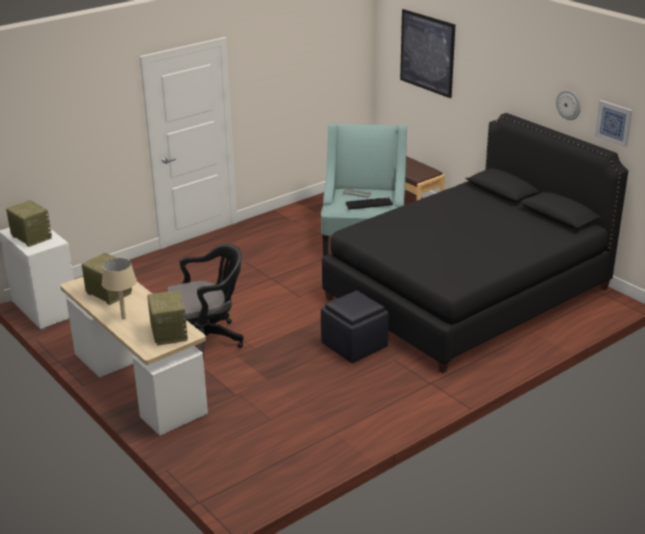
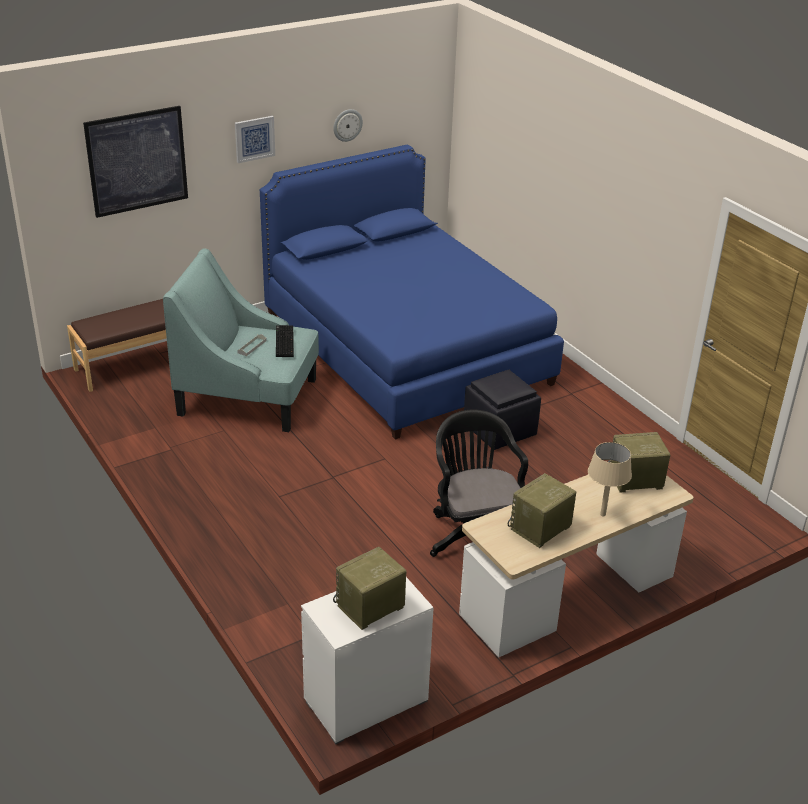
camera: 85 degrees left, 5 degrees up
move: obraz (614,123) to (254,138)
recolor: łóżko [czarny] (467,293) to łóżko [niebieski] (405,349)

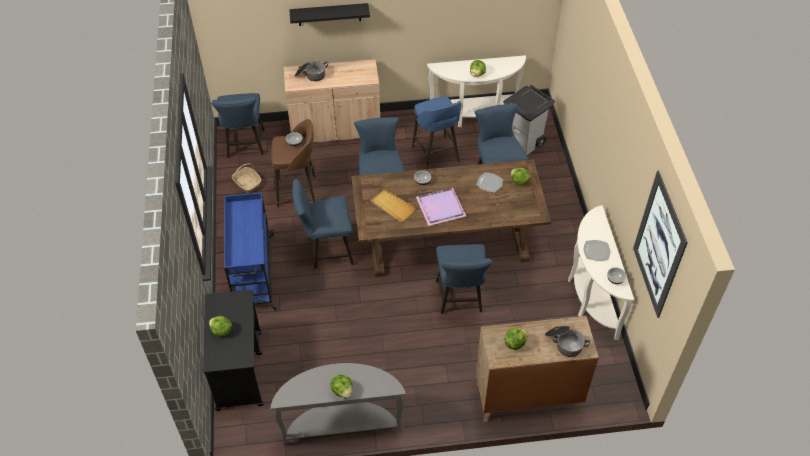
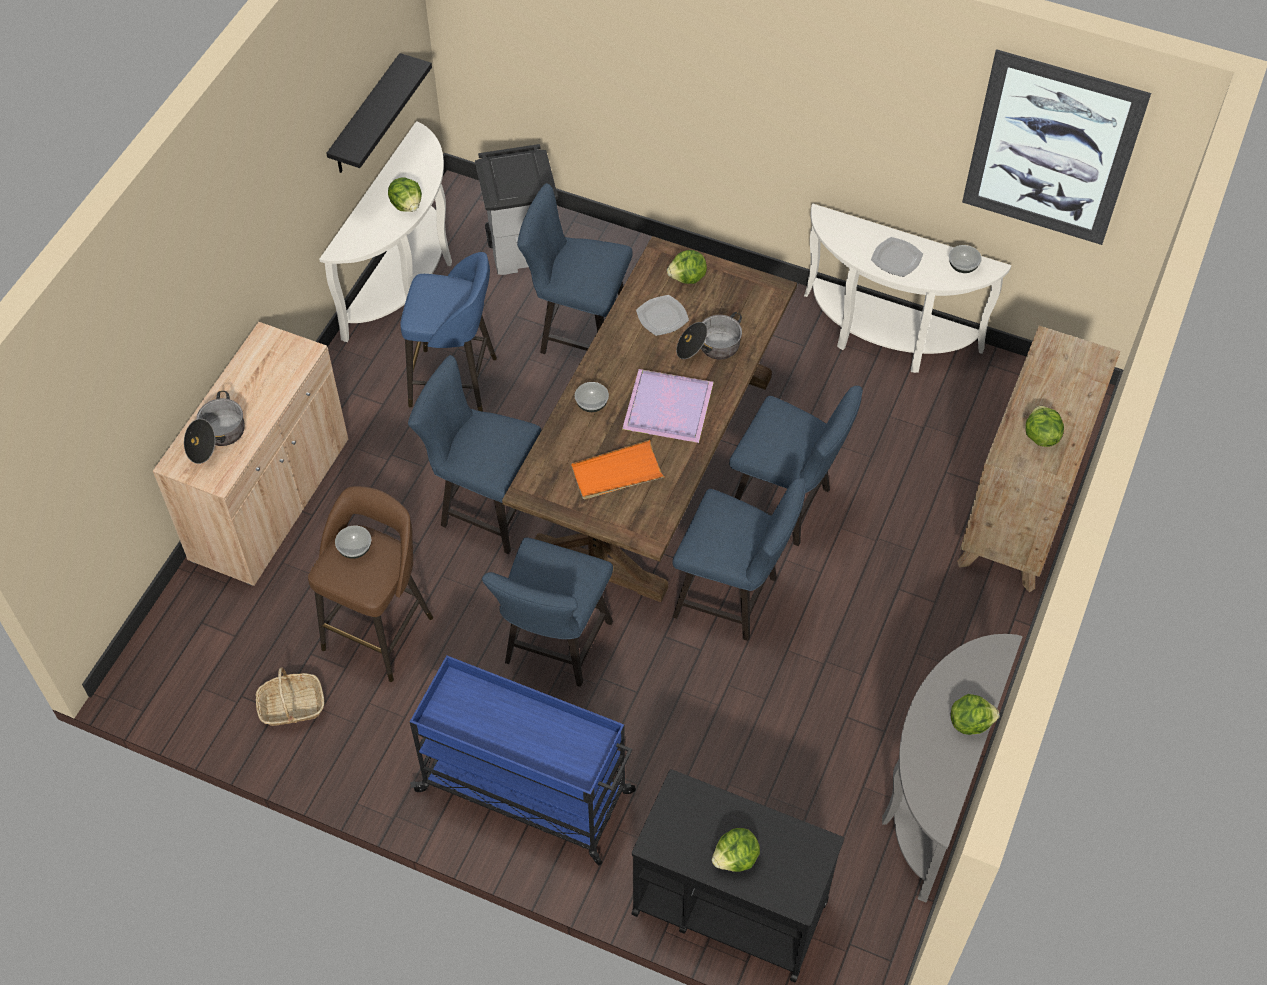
camera: 60 degrees left, 5 degrees up
move: krzesło [niebieski] (245,146) to (733,598); półka [czarny] (329,14) to (366,117); garnek (564,343) to (709,347)
recolor: taca [beżowy] (392,206) to taca [pomarańczowy] (616,473)

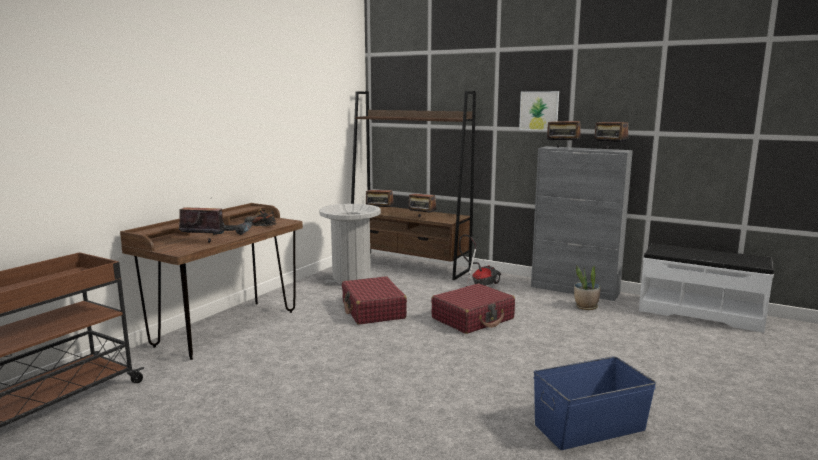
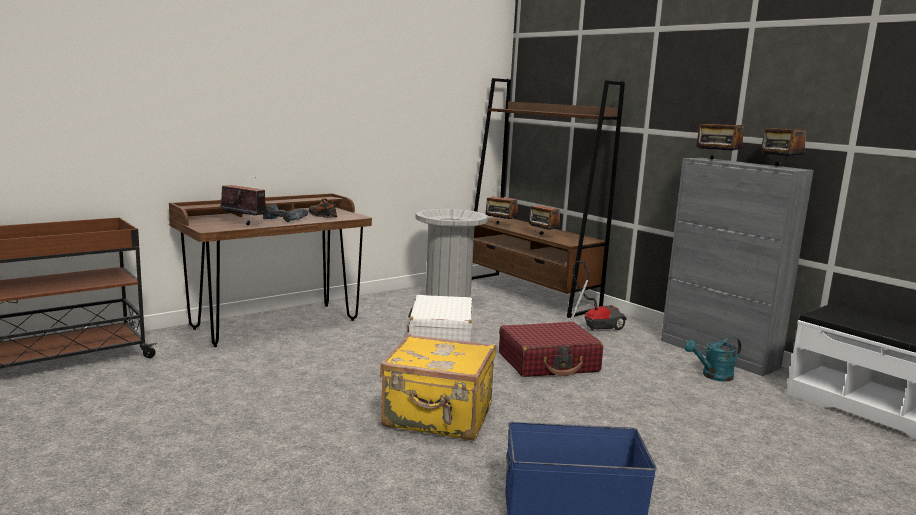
camera: 20 degrees right, 0 degrees up
delete: obraz (539,111)
insert: walizka [żółty] (438,418)
replace: roślina doniczkowa (586,307) to konewka [turkusowy] (712,376)
recolor: walizka [czerwony] (373,310) to walizka [biały] (441,333)

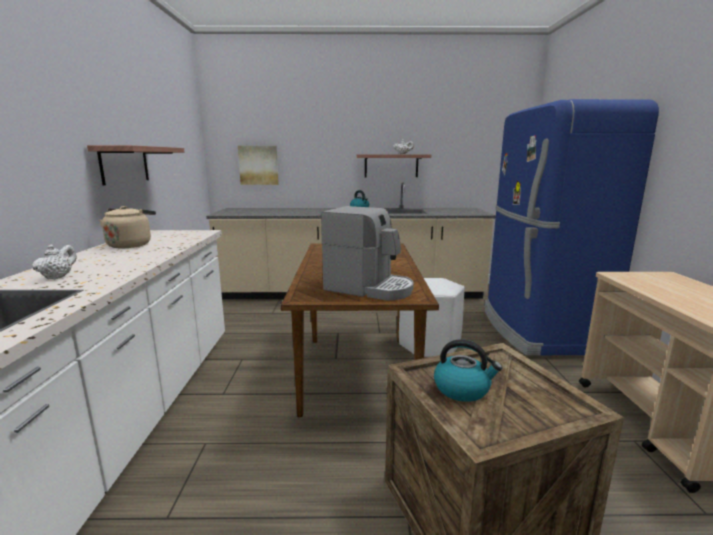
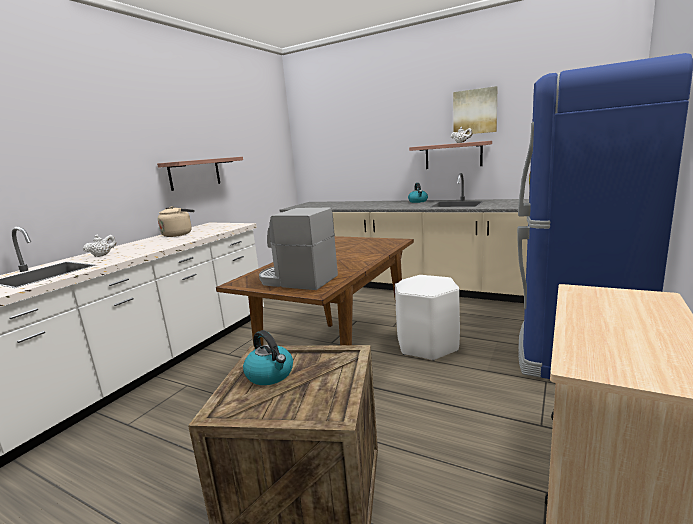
camera: 30 degrees right, 0 degrees up
move: obraz (258,165) to (475,111)
rotate: ekspres do kawy (369,288) = (297,280) 150 degrees clockwise

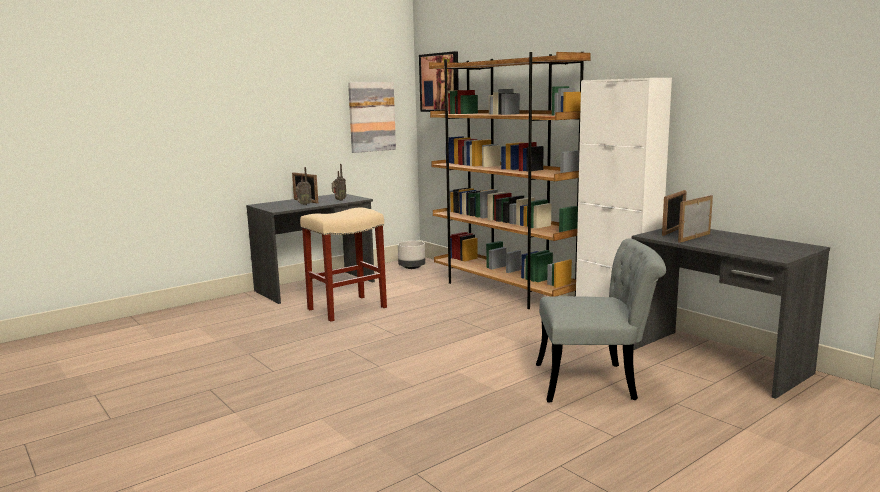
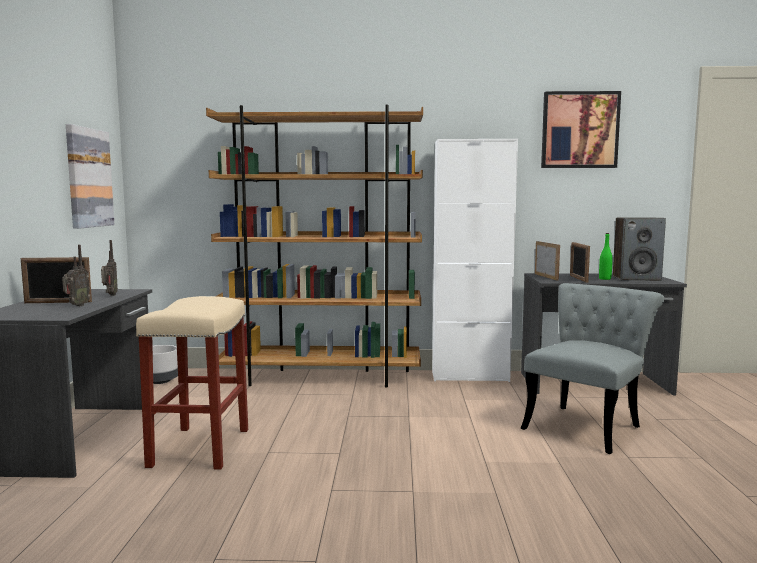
camera: 50 degrees left, 5 degrees down
insert: butelka [zielony] (605,279); głośnik (636,278)
move: obraz (440,82) to (579,130)

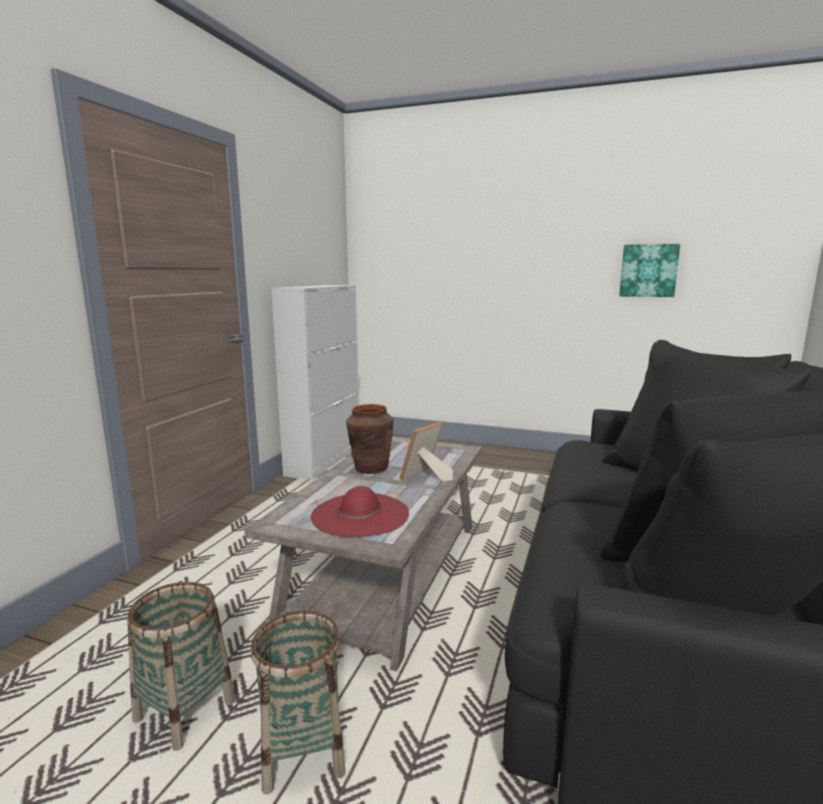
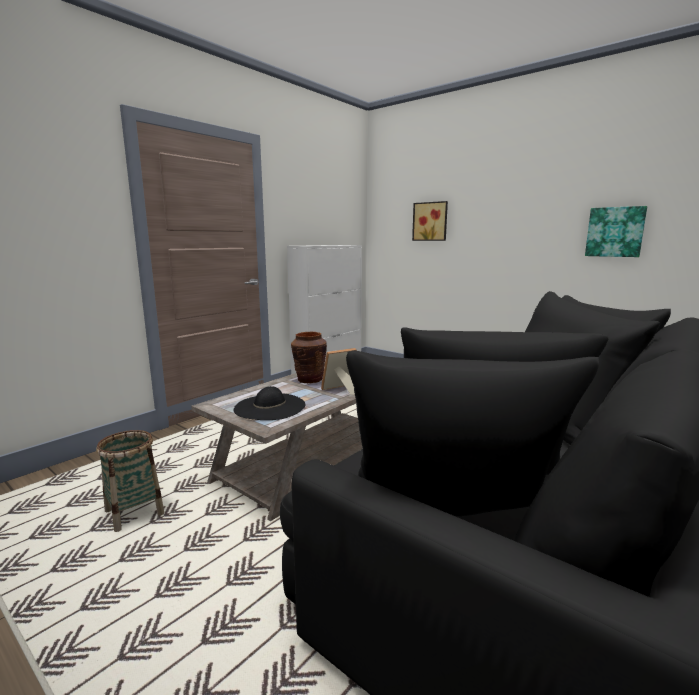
camera: 20 degrees right, 0 degrees up
delete: koszyk (302,752)
insert: obraz (430,221)
recolor: kapelusz [czerwony] (360,514) to kapelusz [czarny] (270,407)

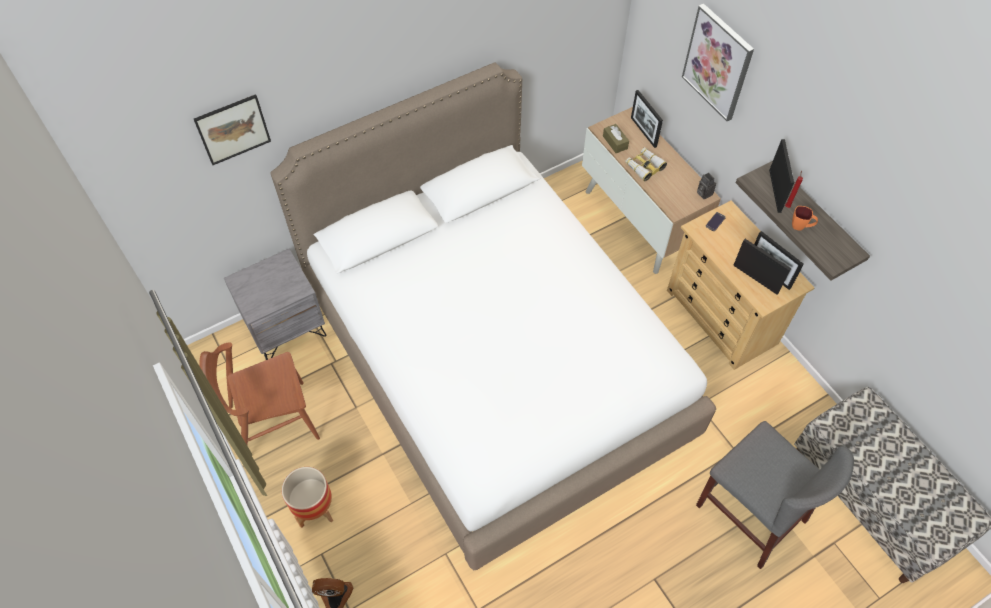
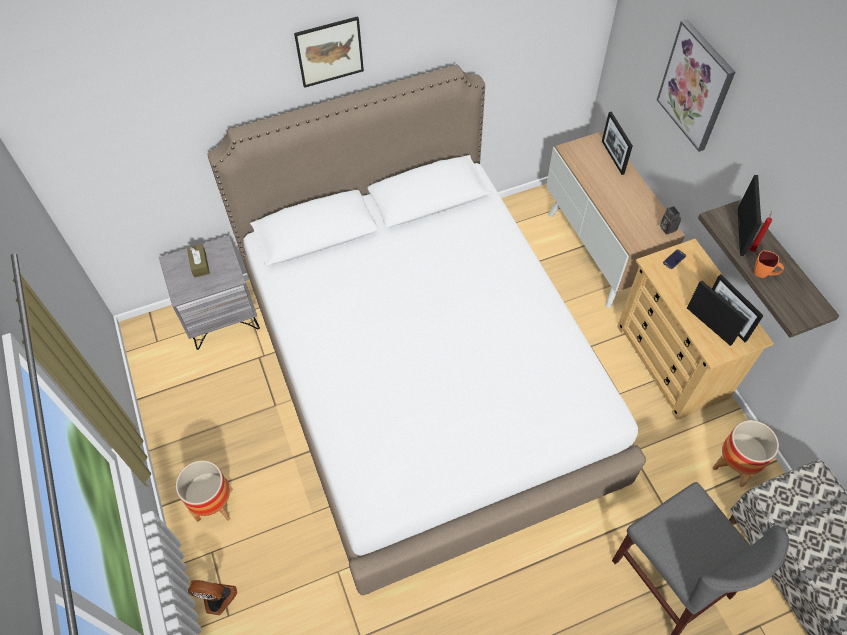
camera: 10 degrees right, 0 degrees up
delete: krzesło [brązowy] (273,422); lornetka (644,167)
insert: donica (734,466)
move: obraz (233,129) to (329,51); pudełko chusteczek [brązowy] (615,142) to (200,264)

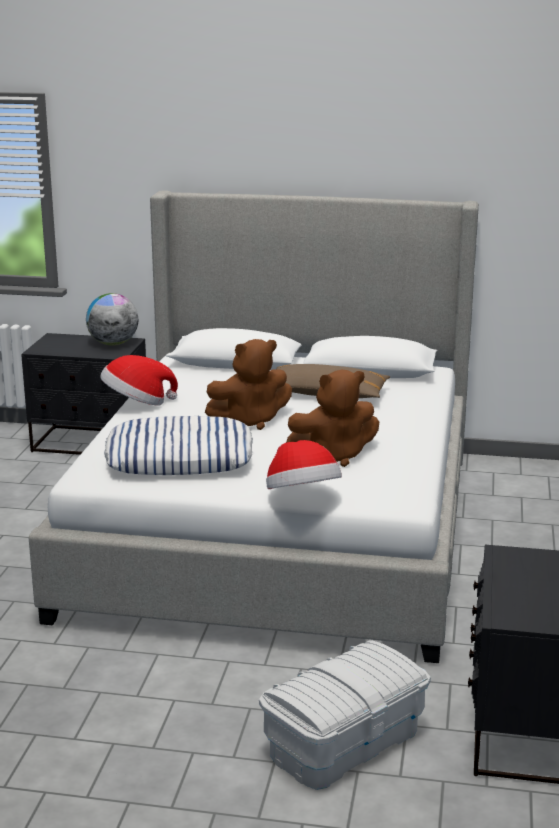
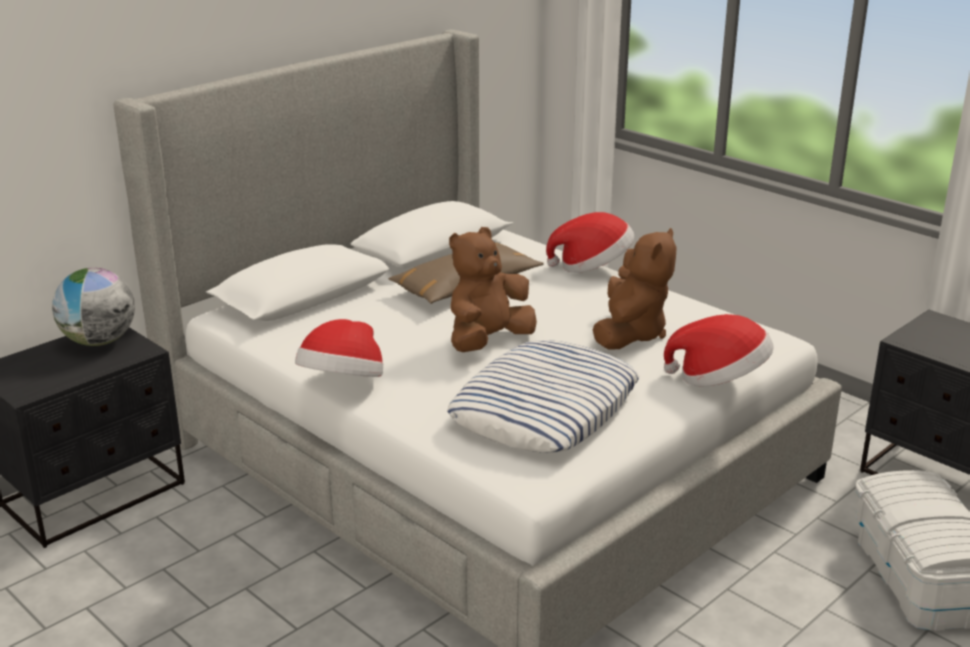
camera: 55 degrees left, 5 degrees up
insert: kapelusz (592,267)
rotate: pluszak [brązowy] (250,420) = (488,341) 150 degrees counterclockwise

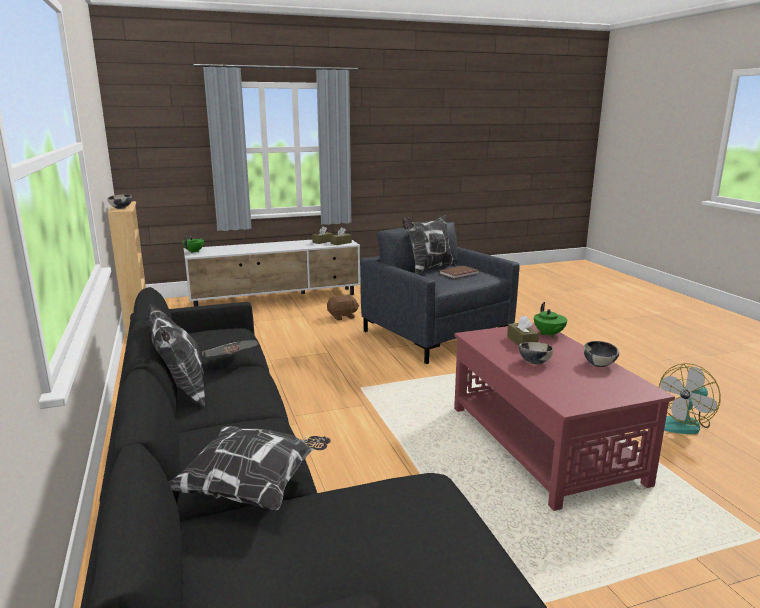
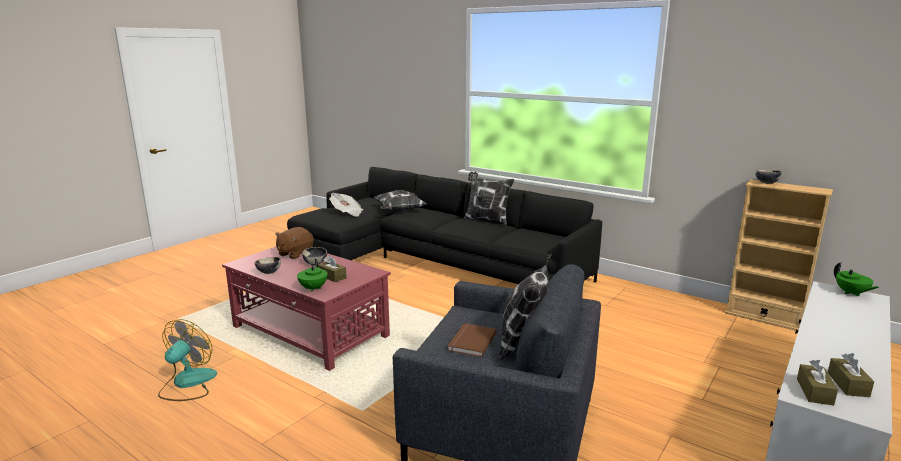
camera: 145 degrees right, 0 degrees up
move: gazeta (231,363) to (347,213); pluszak [brązowy] (342,317) to (295,254)
rotate: imbryk [zielony] (548,334) = (313,288) 135 degrees counterclockwise

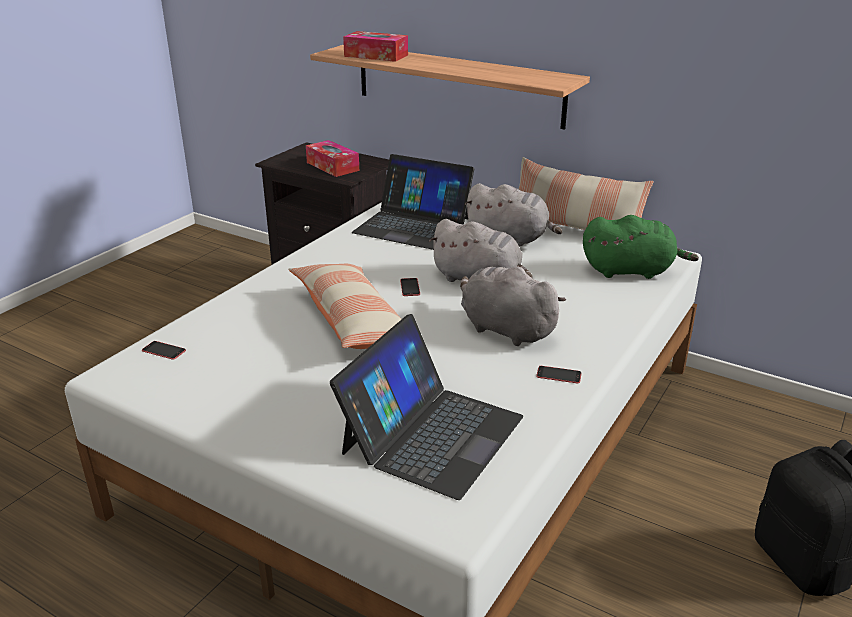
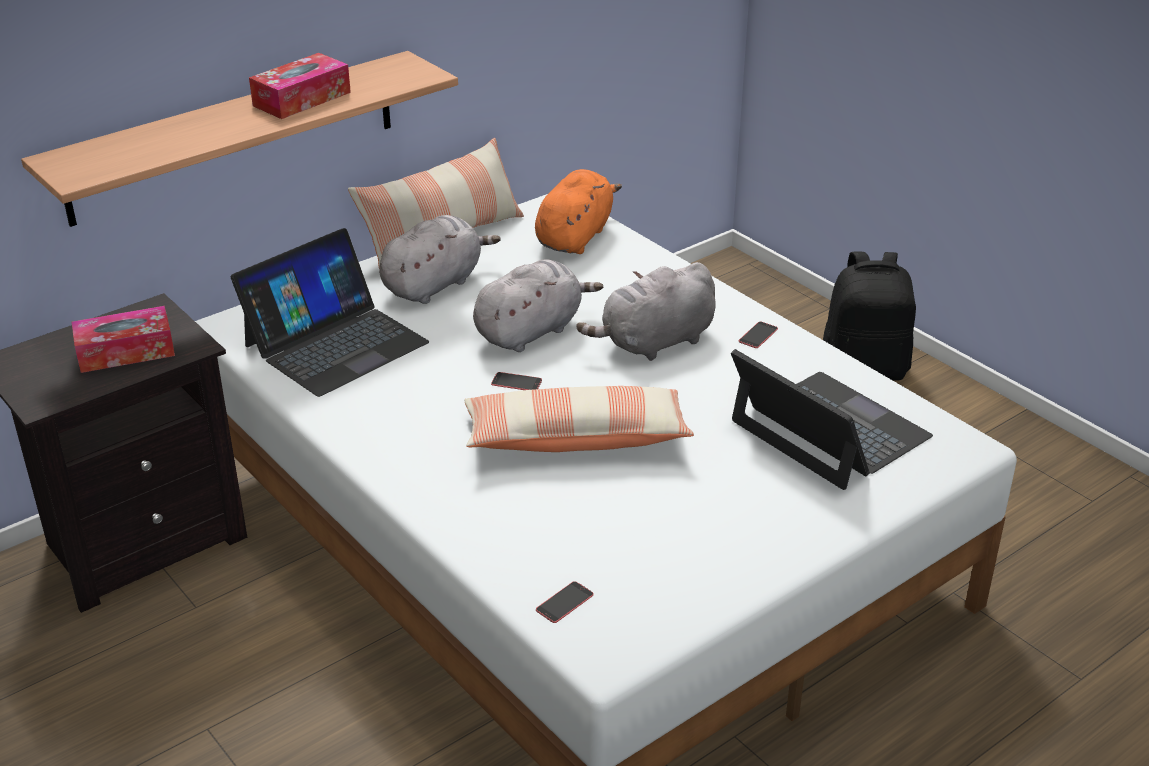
camera: 70 degrees left, 5 degrees up
move: pudełko chusteczek (376,56) to (302,99)
recolor: pluszak [zielony] (631,271) to pluszak [pomarańczowy] (575,236)

